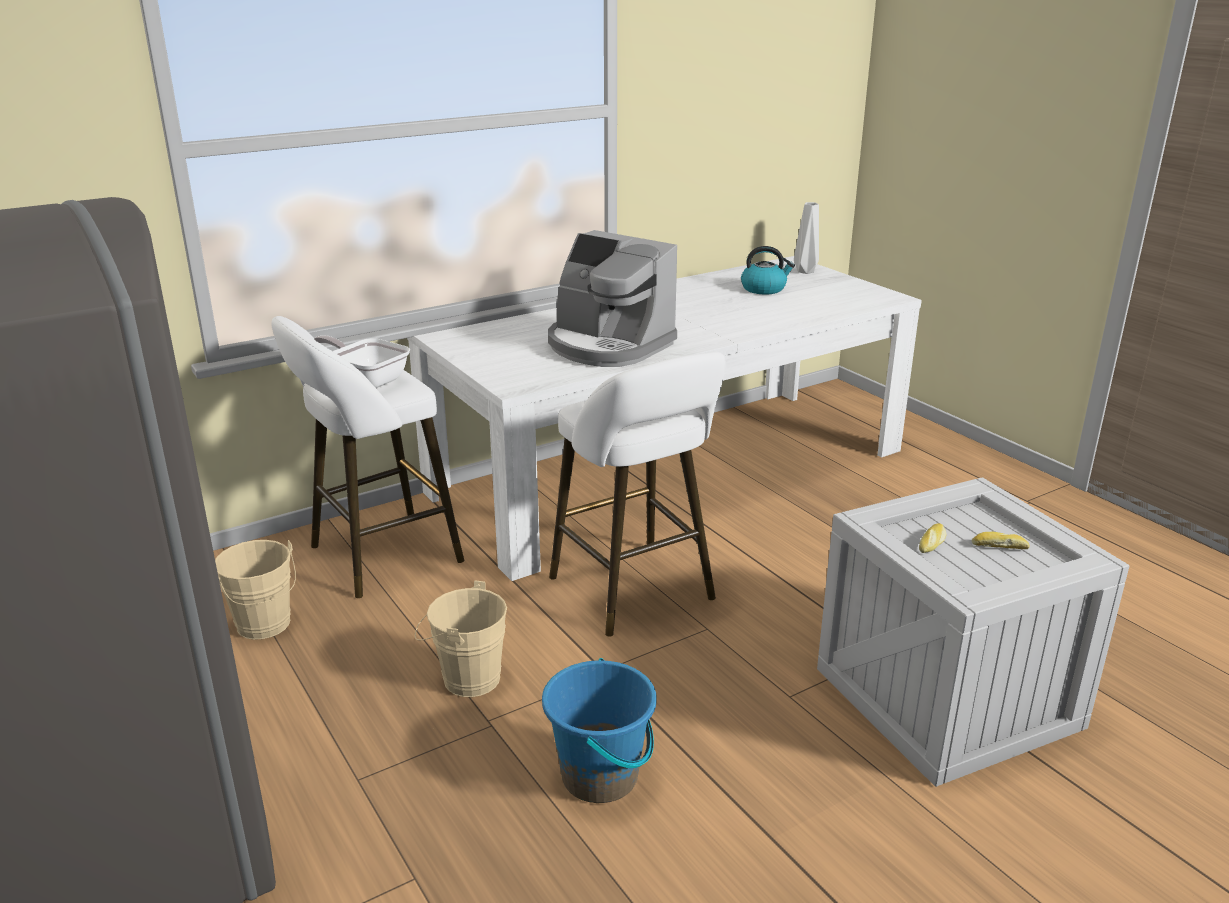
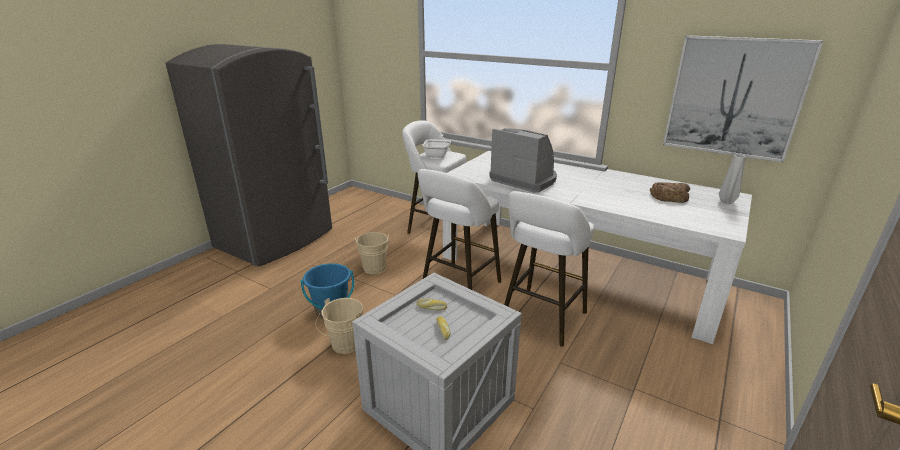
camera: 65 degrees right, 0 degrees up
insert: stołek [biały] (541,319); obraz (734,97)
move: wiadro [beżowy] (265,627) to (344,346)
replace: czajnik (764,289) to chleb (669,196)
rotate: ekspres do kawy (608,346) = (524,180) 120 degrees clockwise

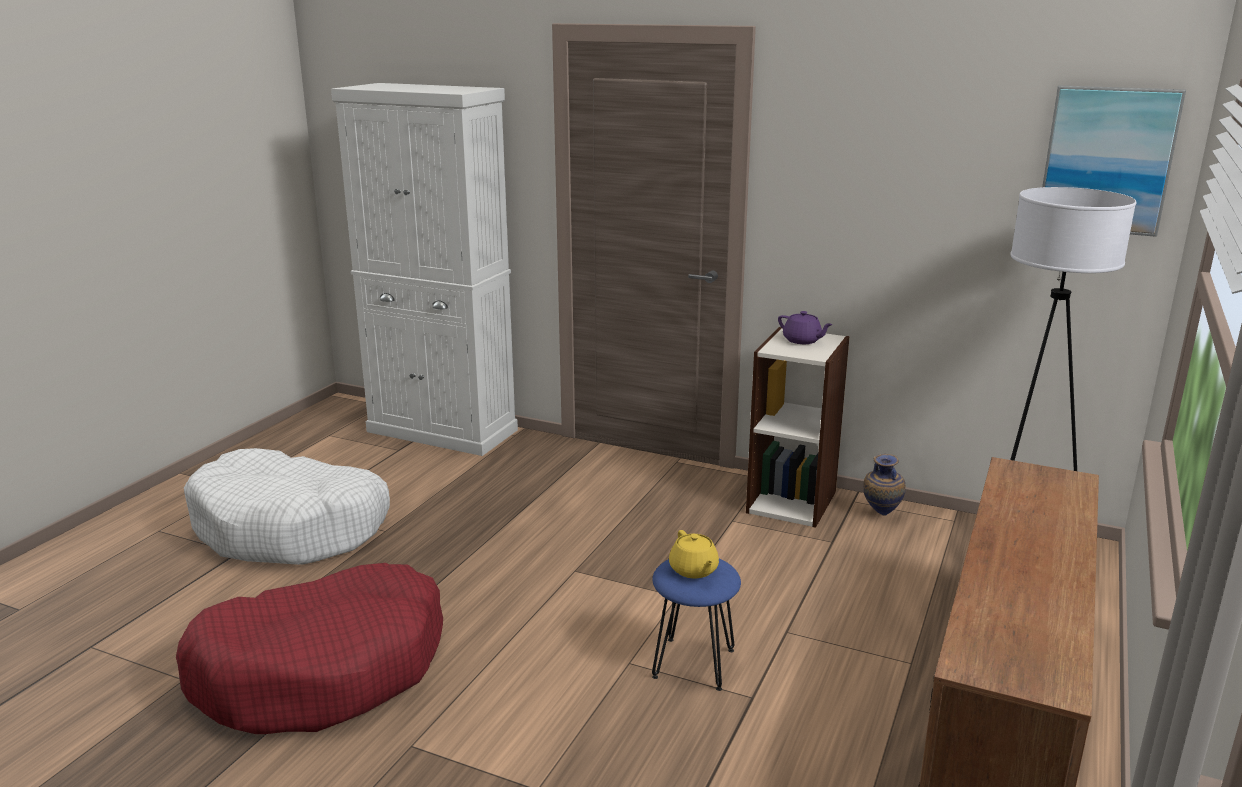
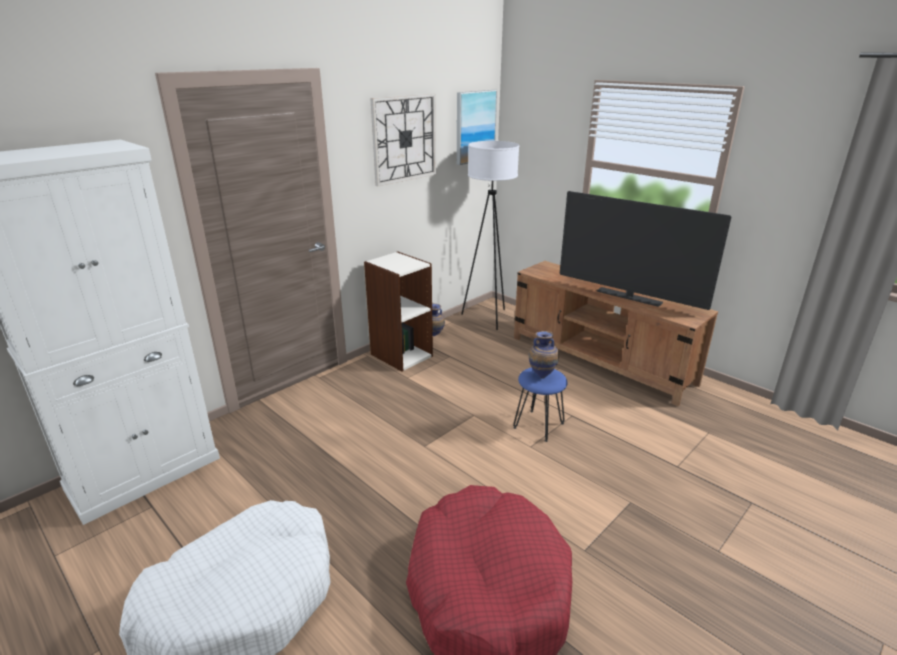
camera: 70 degrees left, 5 degrees up
delete: imbryk [fioletowy] (802,340)
insert: zegar ścienny (404,139); telewizor (628,297)
replace: imbryk [żółty] (693,570) to wazon (542,376)

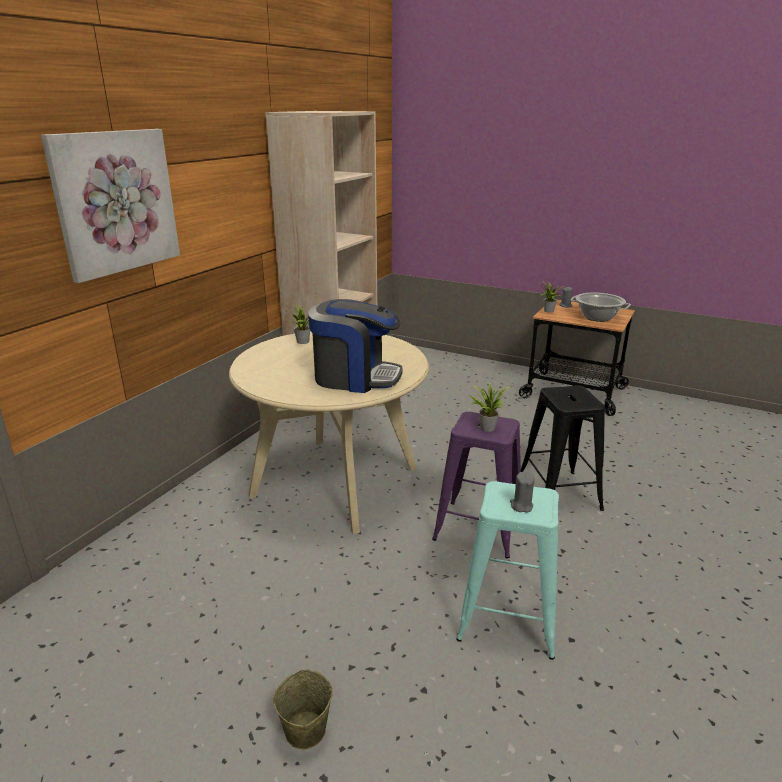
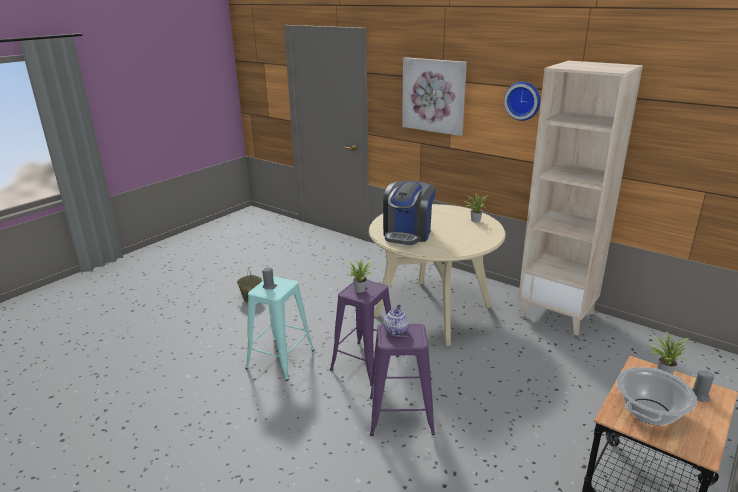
camera: 100 degrees right, 0 degrees up
insert: imbryk (395,330); zegar ścienny (523,100)
recolor: stołek [czarny] (558,493) to stołek [fioletowy] (401,415)

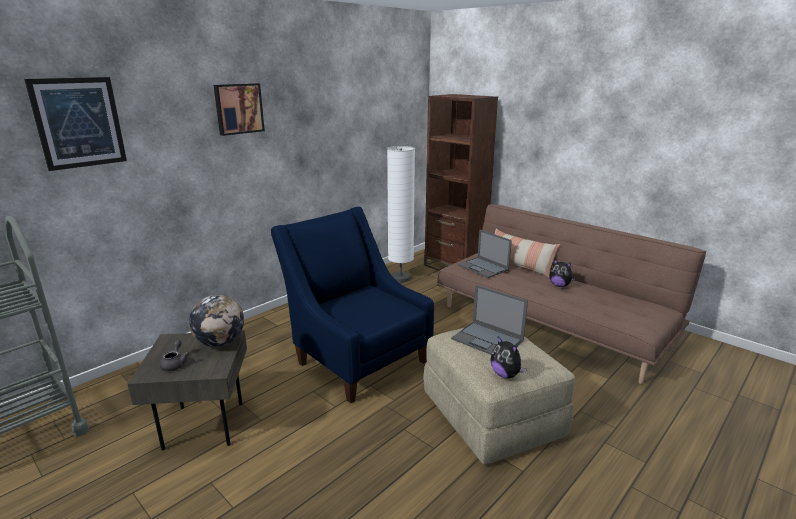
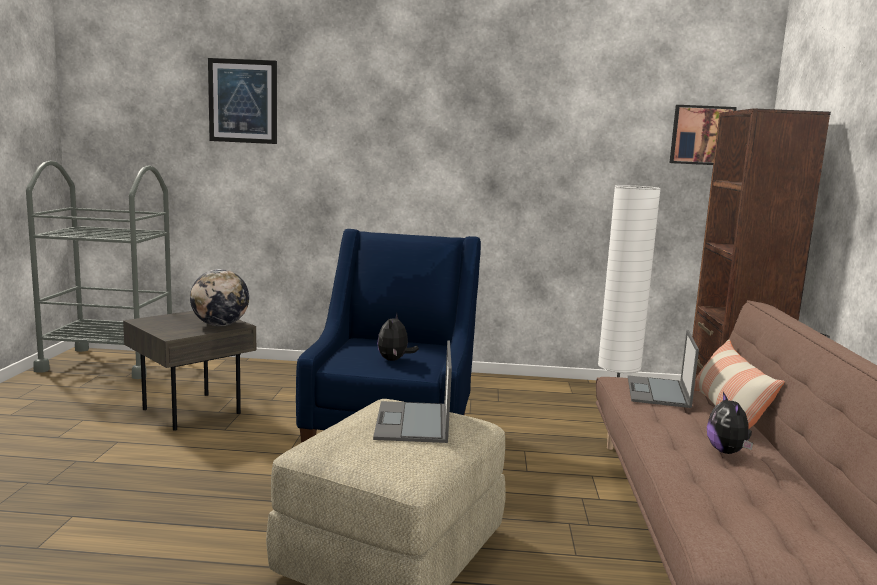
camera: 50 degrees right, 10 degrees down
delete: imbryk [szary] (175,364)
move: obraz (238,108) to (701,135); pluszak (505,375) to (394,360)

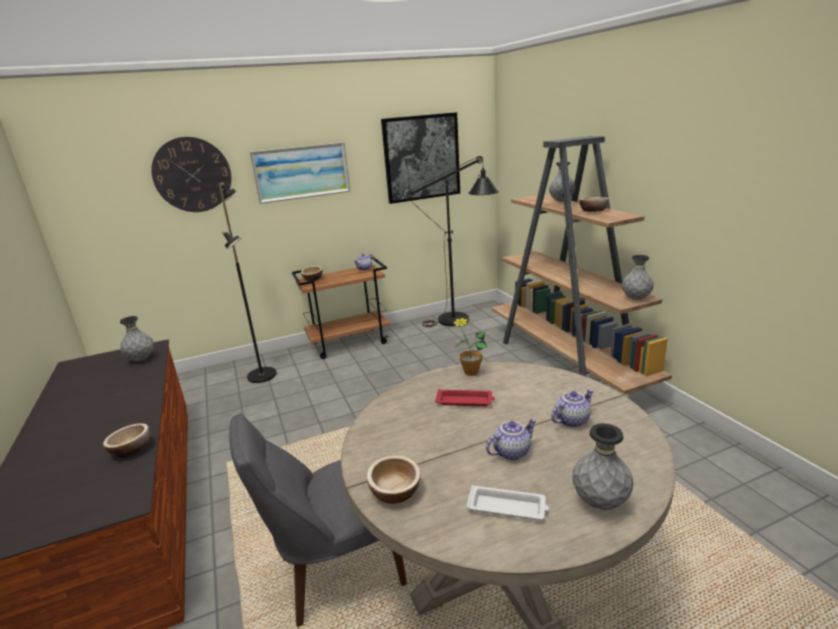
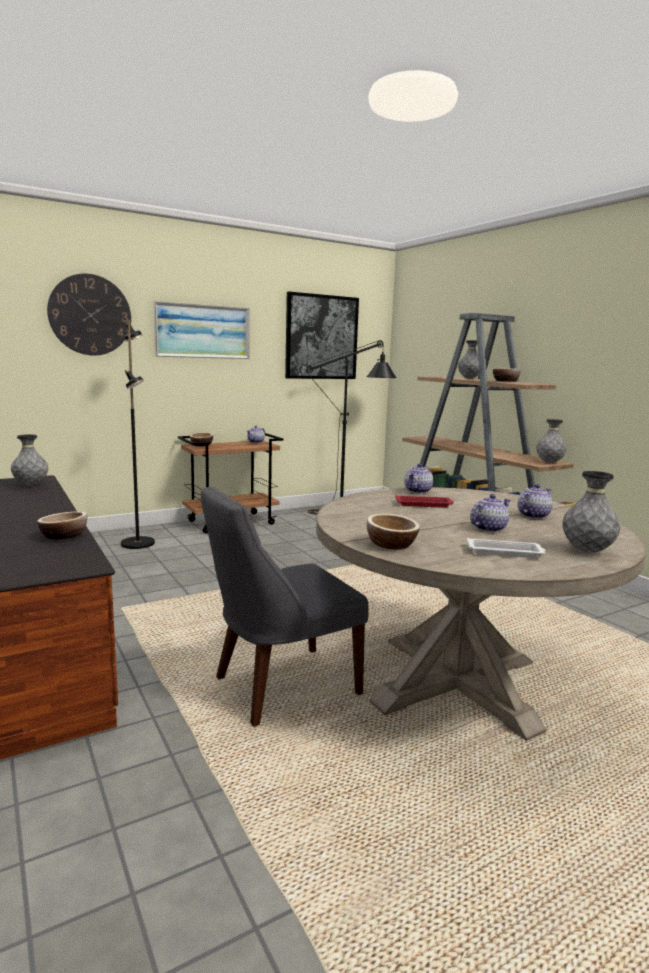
camera: 10 degrees left, 10 degrees down
replace: roślina doniczkowa (471,372) to imbryk (418,491)

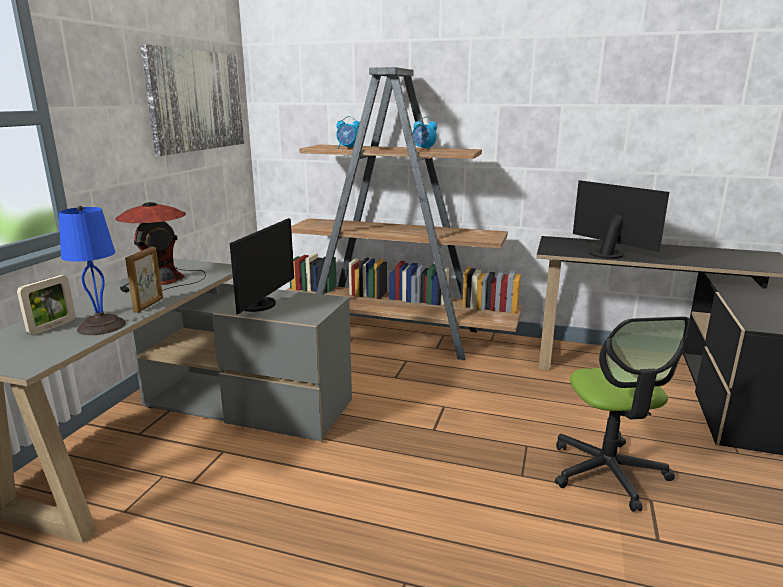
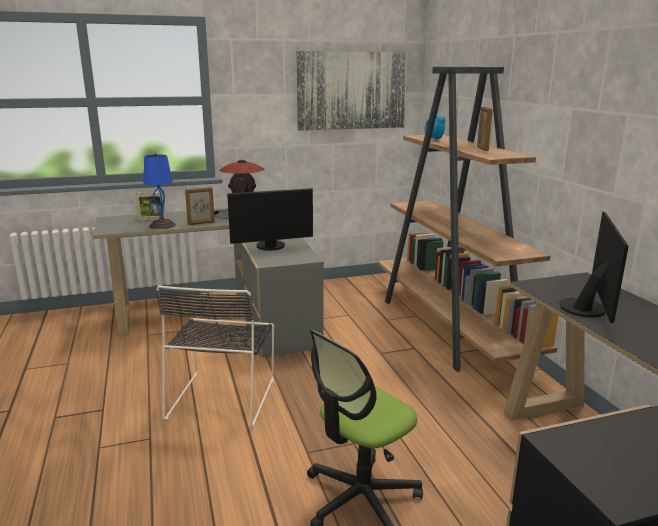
camera: 55 degrees right, 0 degrees up
insert: krzesło [czarny] (223,396)
replace: budzik (423,149) to ramka na zdjęcie (482,149)

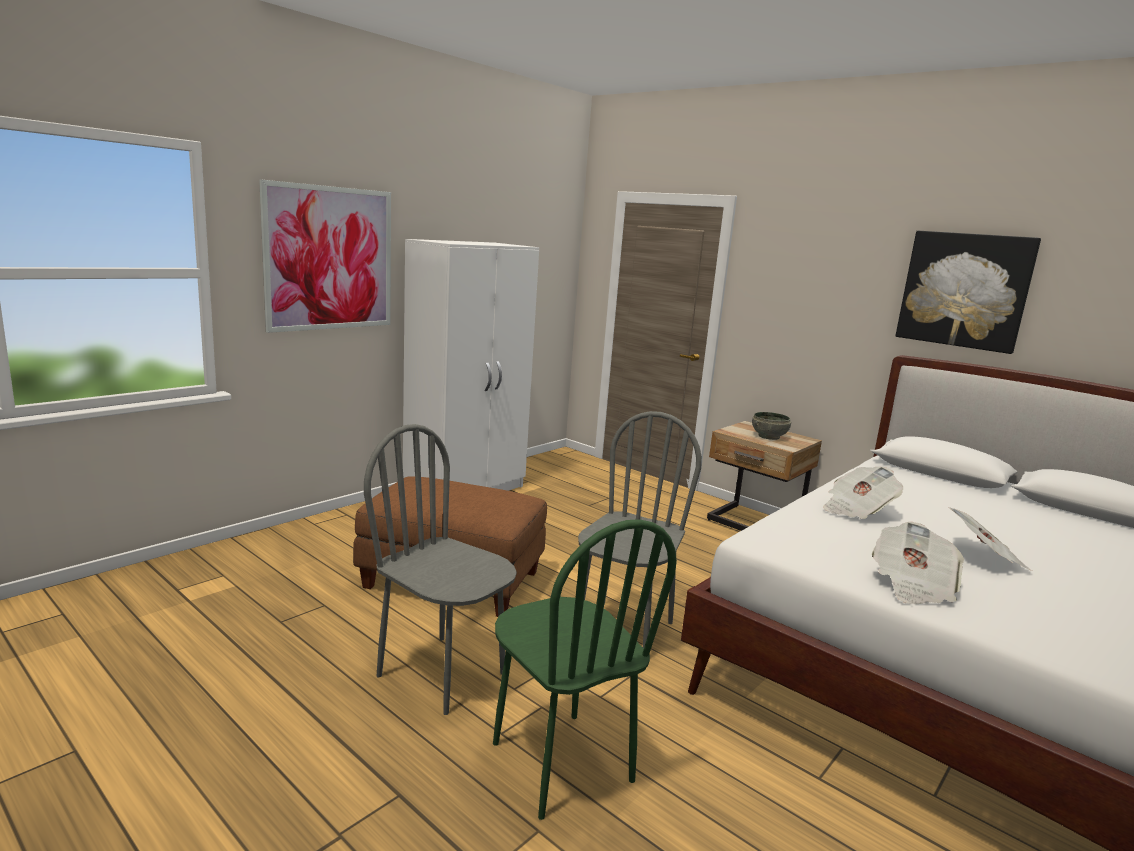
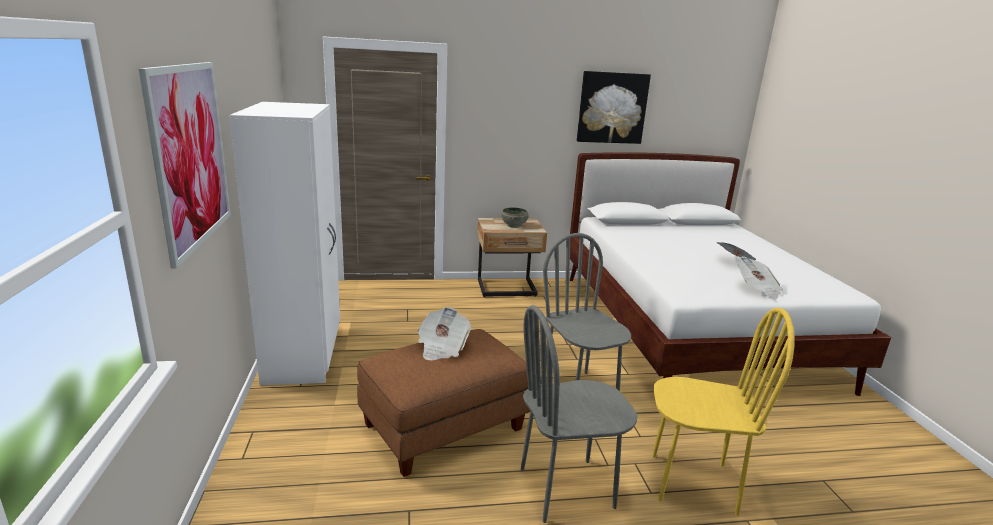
camera: 50 degrees left, 5 degrees up
move: gazeta (857,510) to (442,347)
recolor: krzesło [zielony] (560,762) to krzesło [żółty] (692,482)

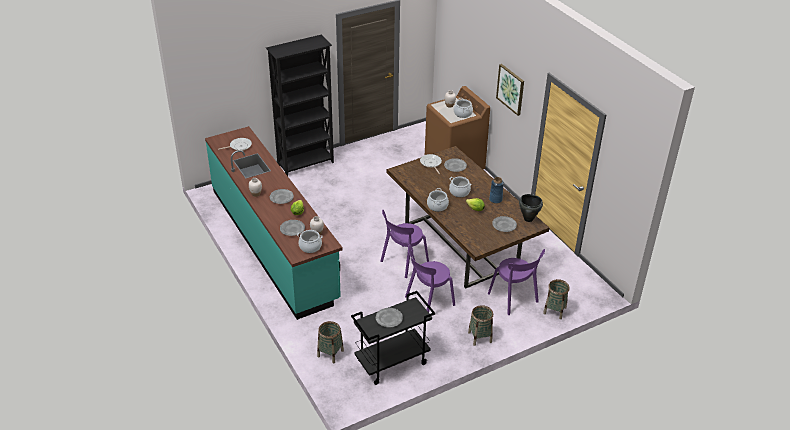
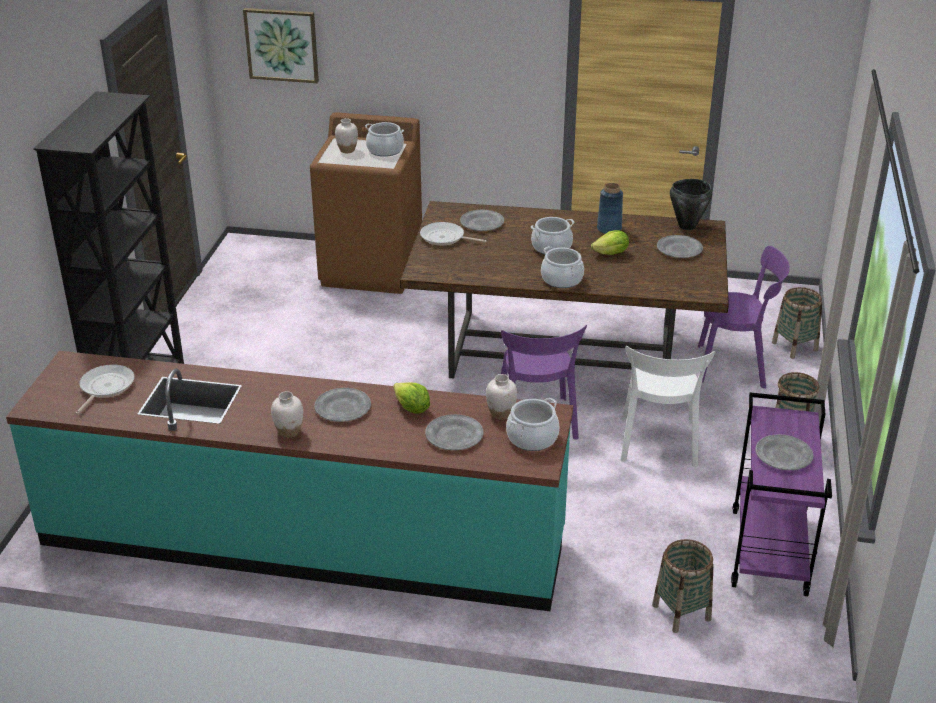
camera: 50 degrees left, 5 degrees down
move: obraz (511,89) to (282,45)
recolor: wózek [czarny] (392,363) to wózek [fioletowy] (770,553); krzesło [fioletowy] (428,301) to krzesło [biały] (658,445)

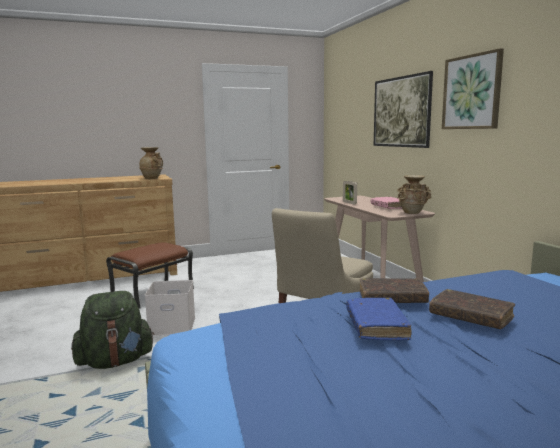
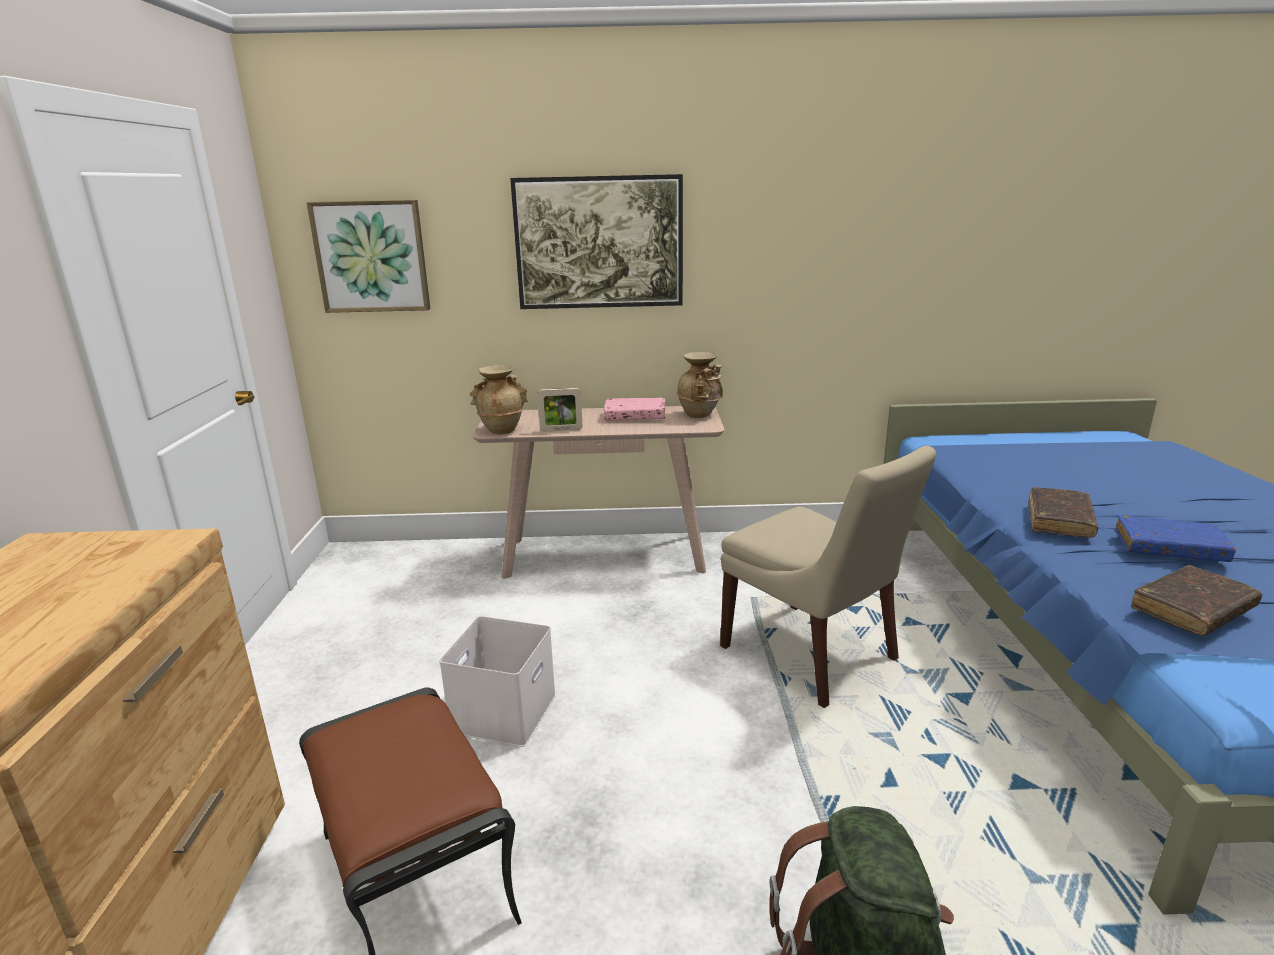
camera: 70 degrees left, 10 degrees up
move: wazon [beżowy] (152,178) to (501,430); pojemnik do przechowywania [biały] (173,325) to (503,711); książka [brązowy] (470,316) to (1192,610); obraz (472,92) to (371,256)

